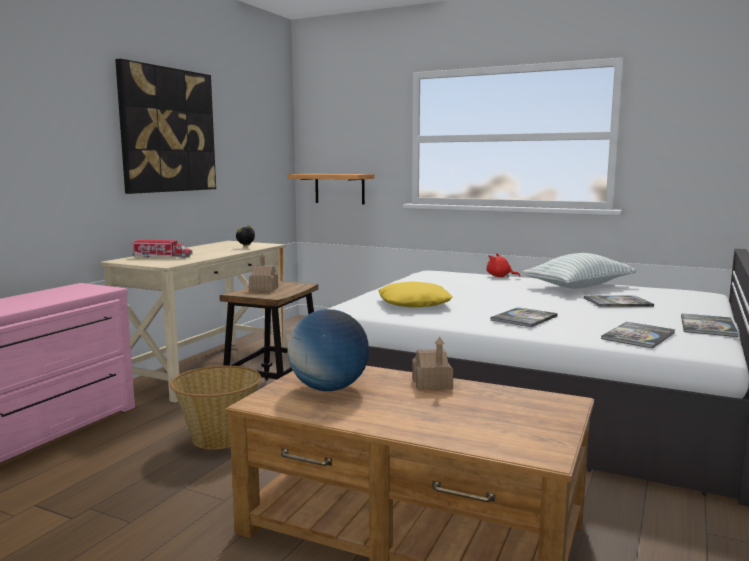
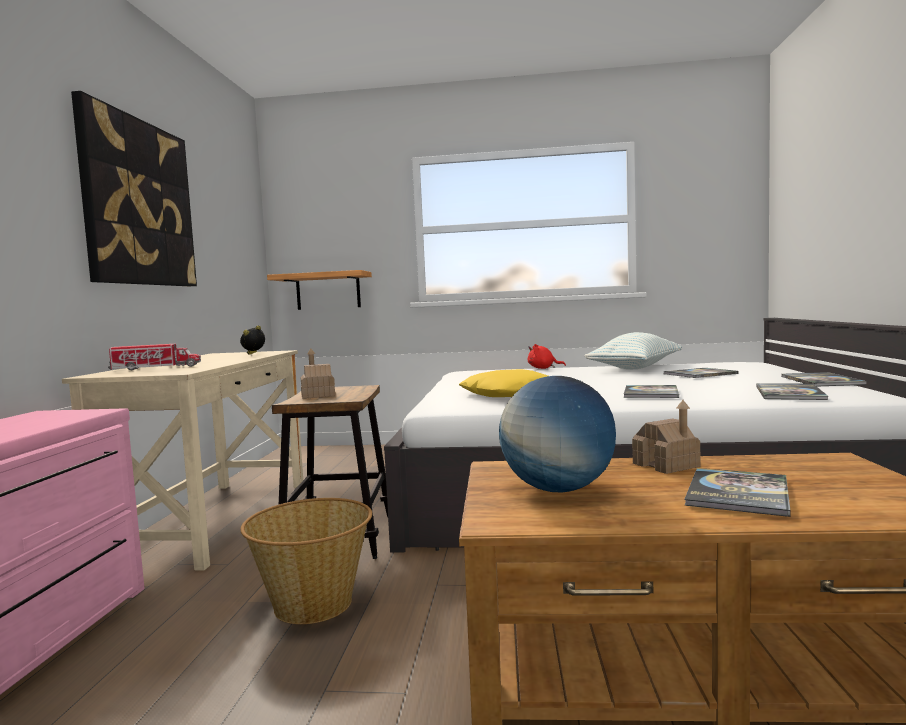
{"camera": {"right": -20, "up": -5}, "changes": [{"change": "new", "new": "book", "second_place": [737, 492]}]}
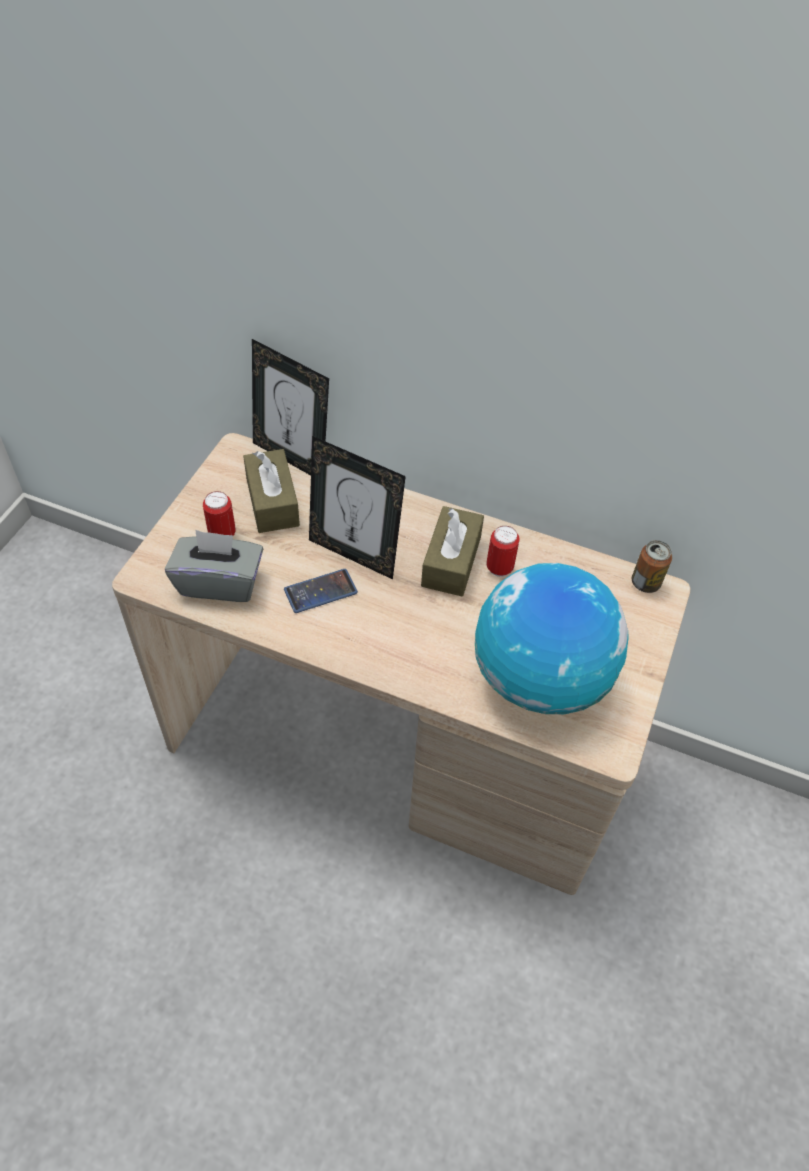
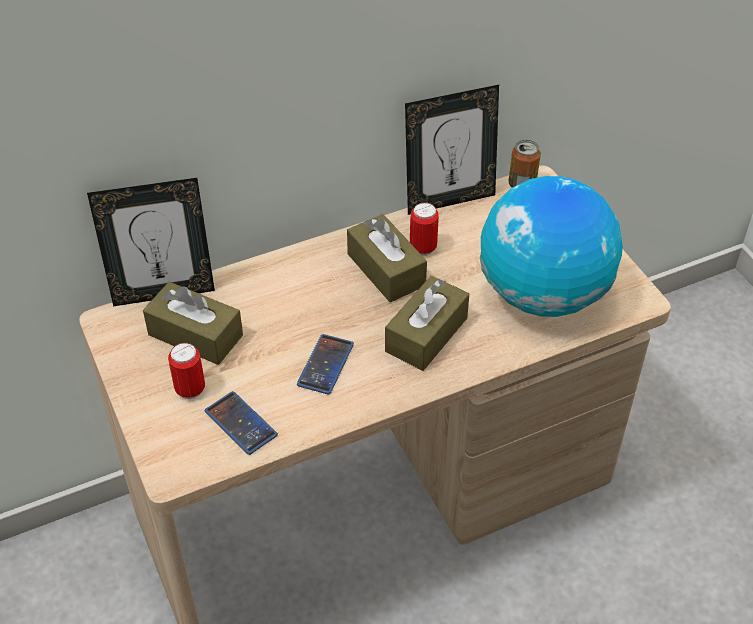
{"camera": {"right": -45, "up": -5}, "changes": [{"change": "new", "new": "brown tissue box", "second_place": [427, 323]}, {"change": "shifted", "old": "picture frame", "first_place": [357, 507], "second_place": [452, 150]}, {"change": "swapped", "old": "grey tissue box", "new": "phone", "first_place": [214, 566], "second_place": [241, 423]}]}
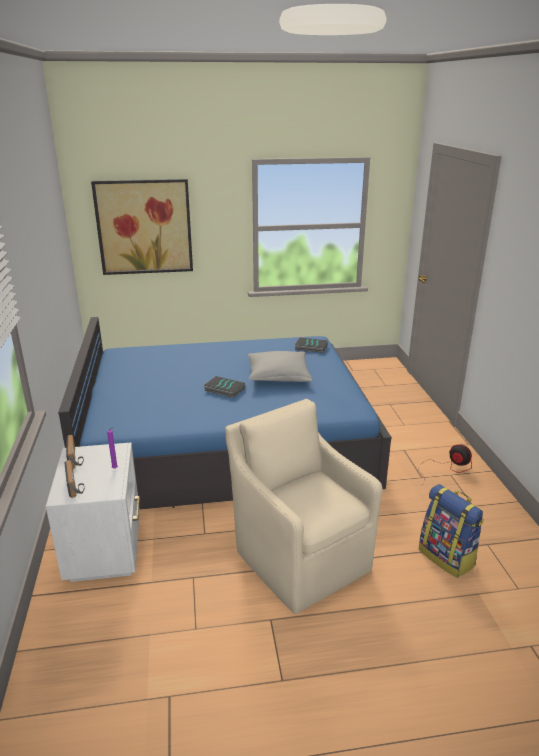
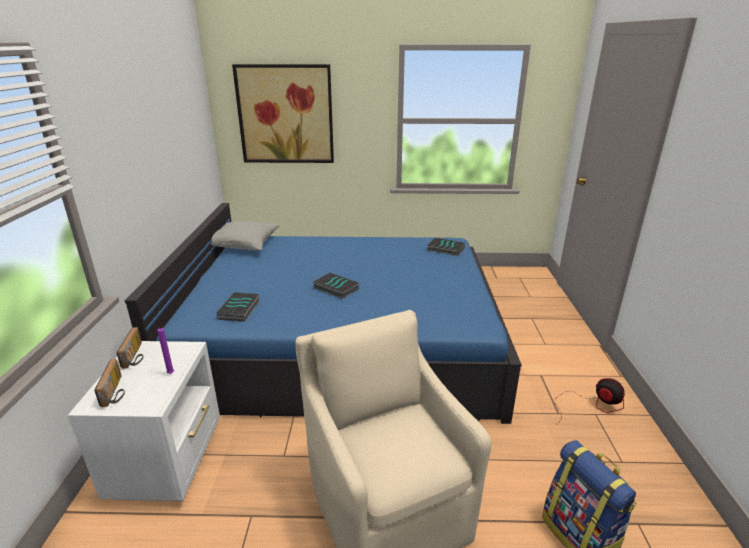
{"camera": {"right": 10, "up": 0}, "changes": [{"change": "new", "new": "book", "second_place": [238, 307]}, {"change": "shifted", "old": "grey pillow", "first_place": [280, 366], "second_place": [245, 235]}]}
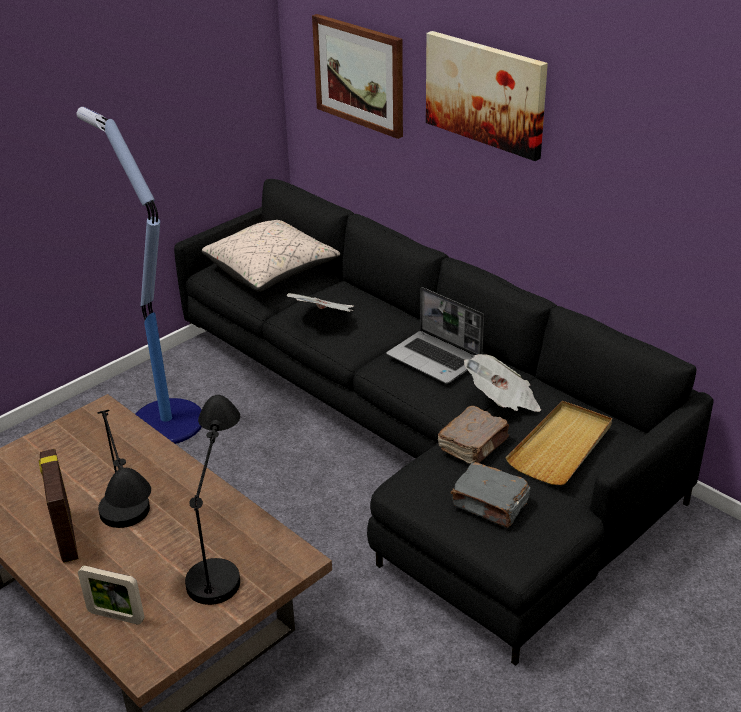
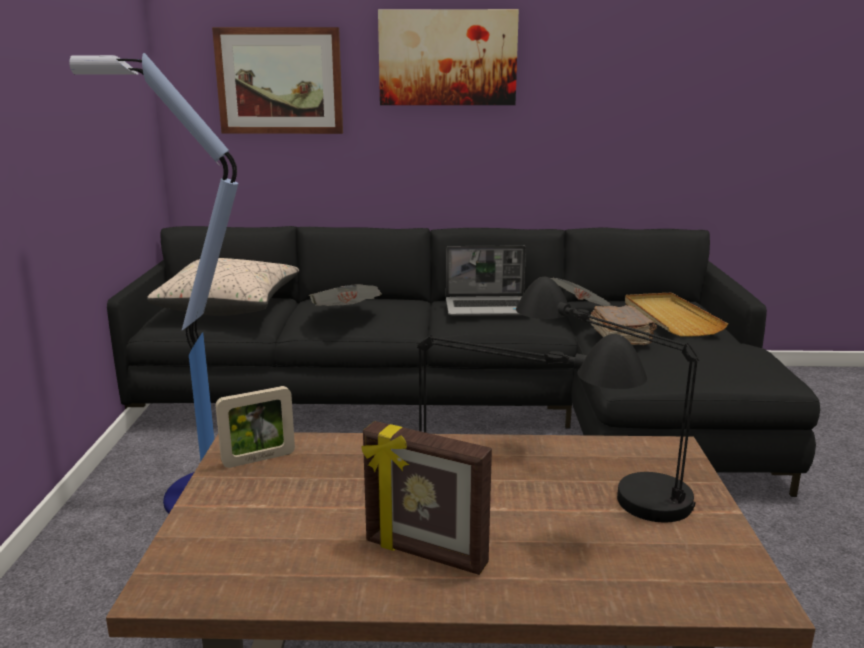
{"camera": {"right": -45, "up": -15}, "changes": [{"change": "gone", "old": "grey book", "first_place": [490, 495]}, {"change": "shifted", "old": "picture frame", "first_place": [111, 595], "second_place": [255, 427]}]}
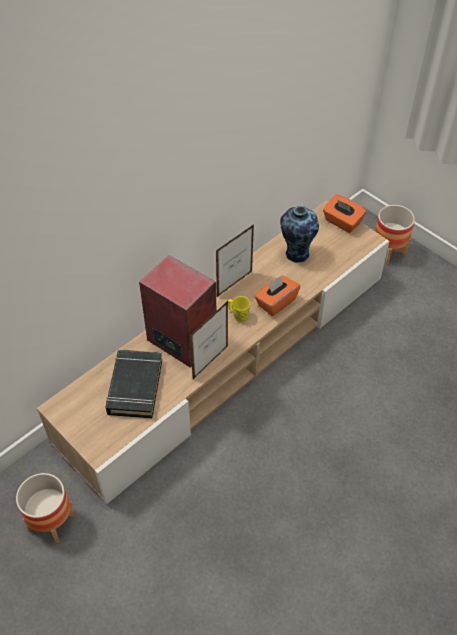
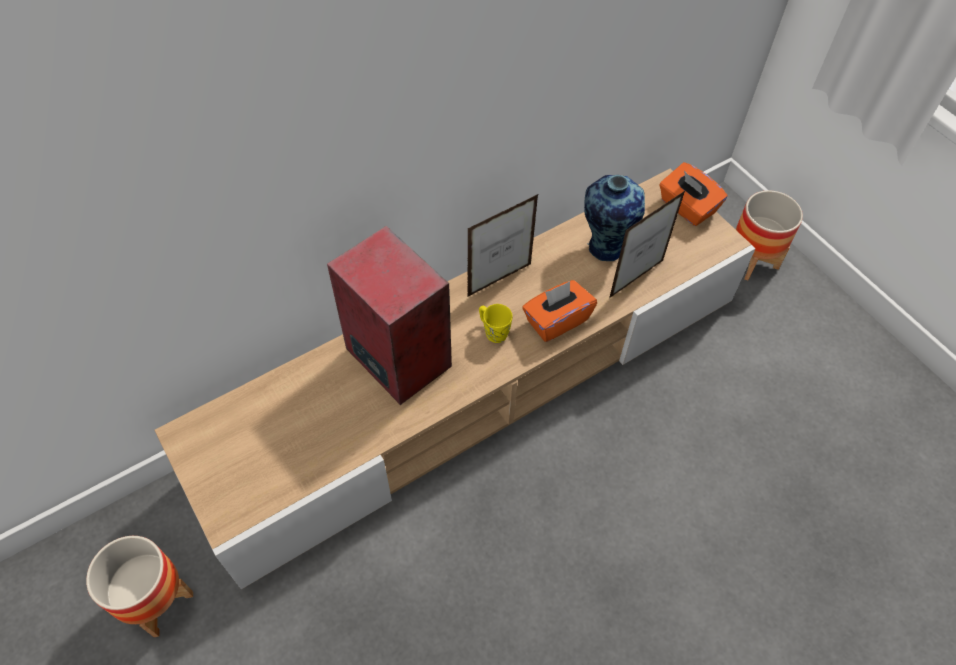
{"camera": {"right": 10, "up": 5}, "changes": [{"change": "gone", "old": "black book", "first_place": [133, 384]}, {"change": "shifted", "old": "picture frame", "first_place": [209, 340], "second_place": [647, 244]}]}
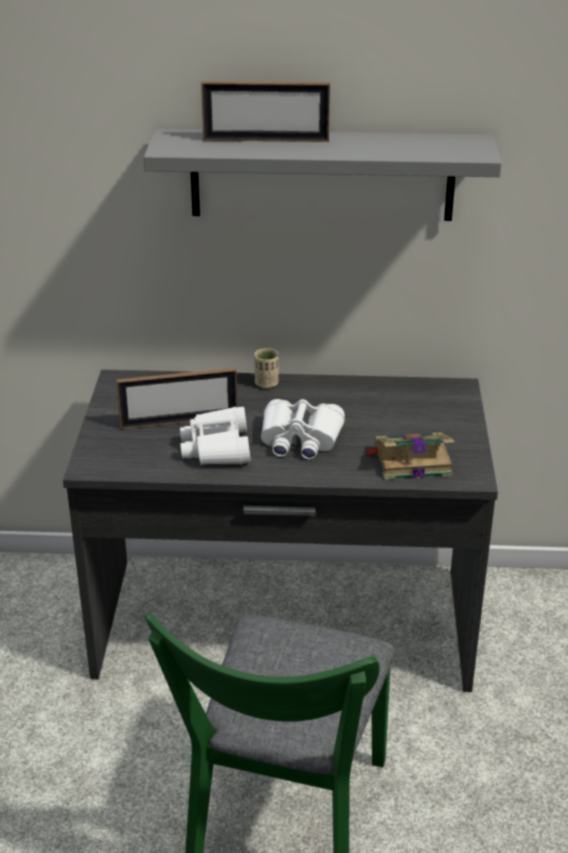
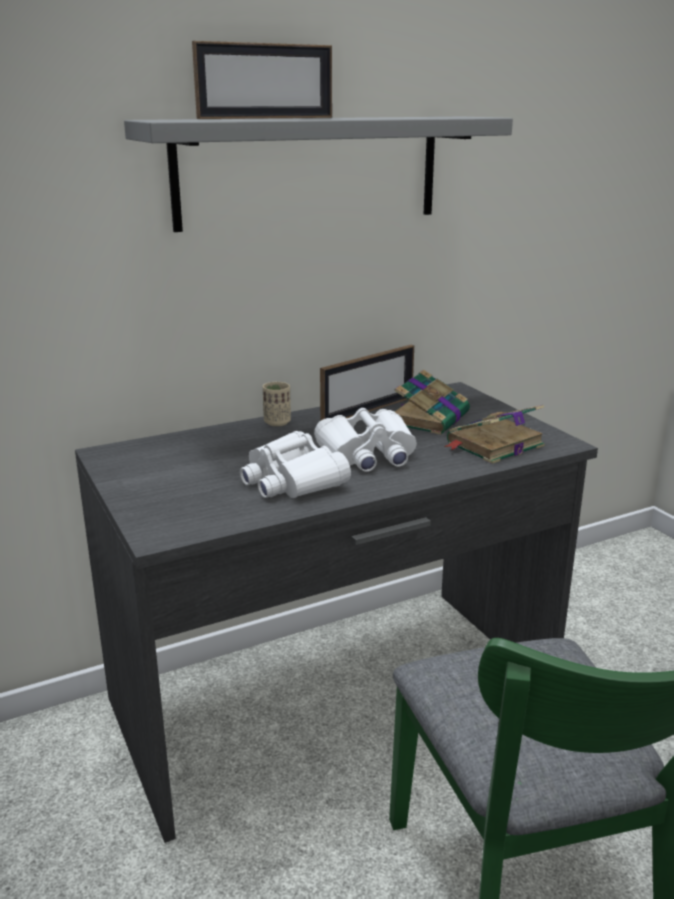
{"camera": {"right": -30, "up": -10}, "changes": [{"change": "new", "new": "book", "second_place": [432, 402]}, {"change": "shifted", "old": "picture frame", "first_place": [176, 398], "second_place": [367, 383]}]}
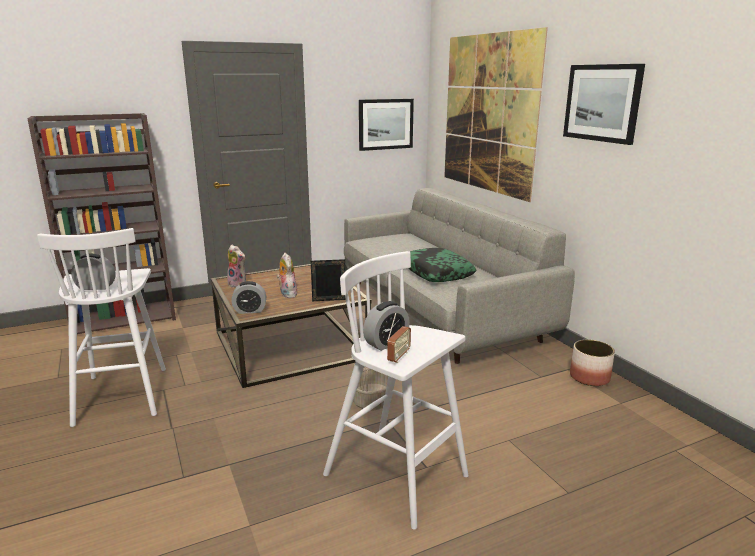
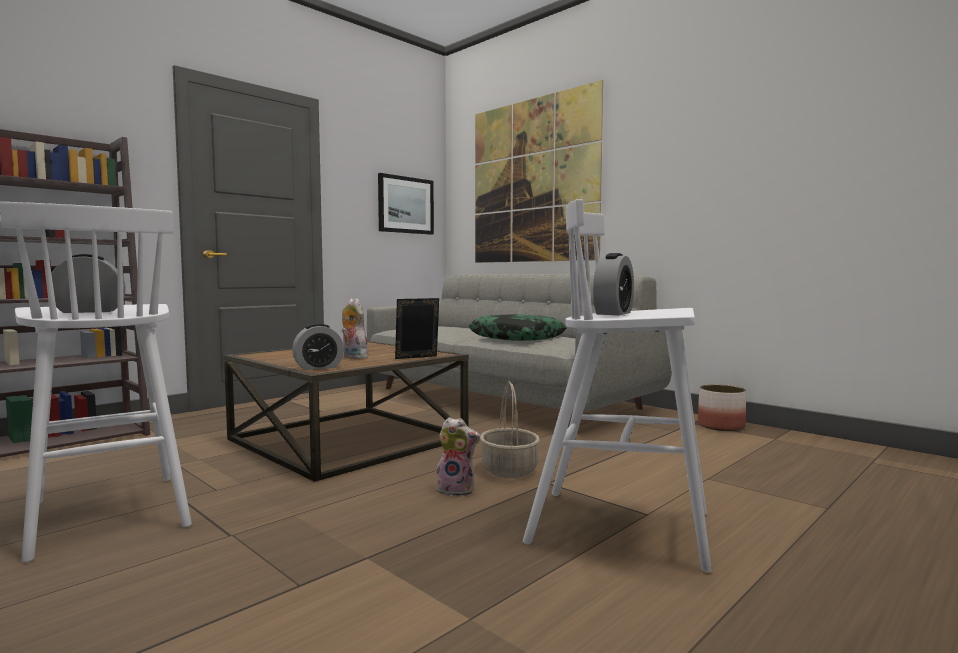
{"camera": {"right": -20, "up": -15}, "changes": [{"change": "gone", "old": "radio", "first_place": [399, 338]}, {"change": "gone", "old": "picture", "first_place": [604, 104]}, {"change": "shifted", "old": "plush toy", "first_place": [236, 266], "second_place": [457, 456]}]}
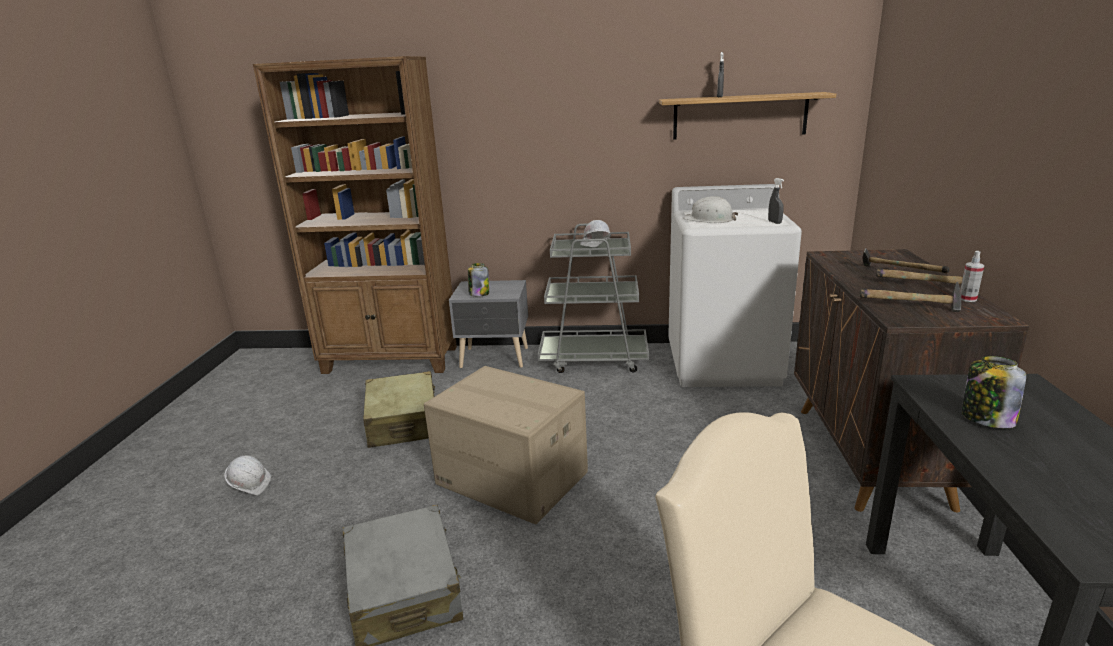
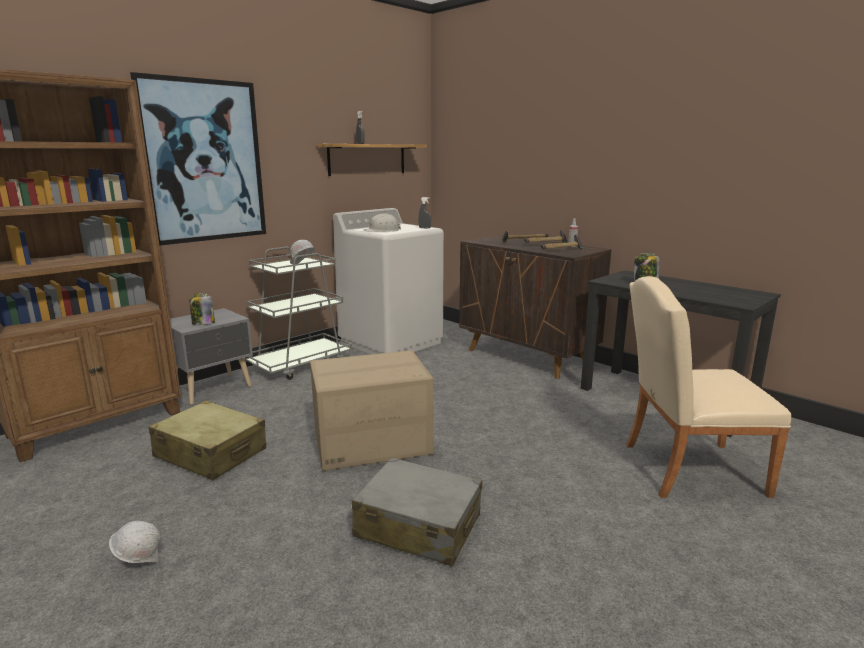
{"camera": {"right": -50, "up": -5}, "changes": [{"change": "new", "new": "picture", "second_place": [198, 159]}]}
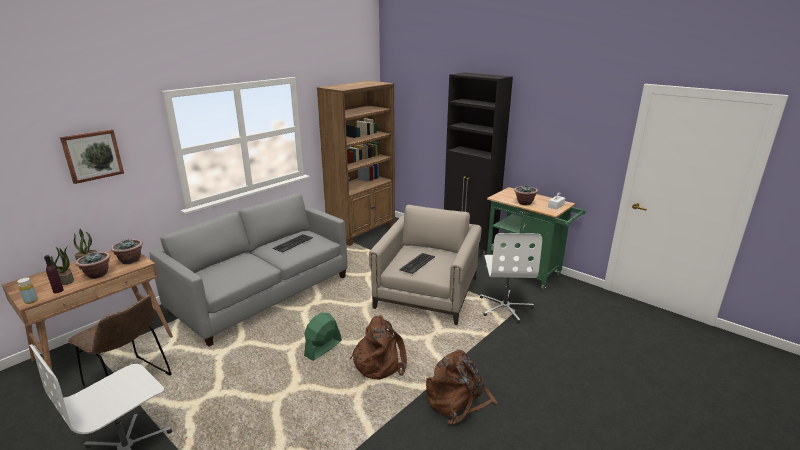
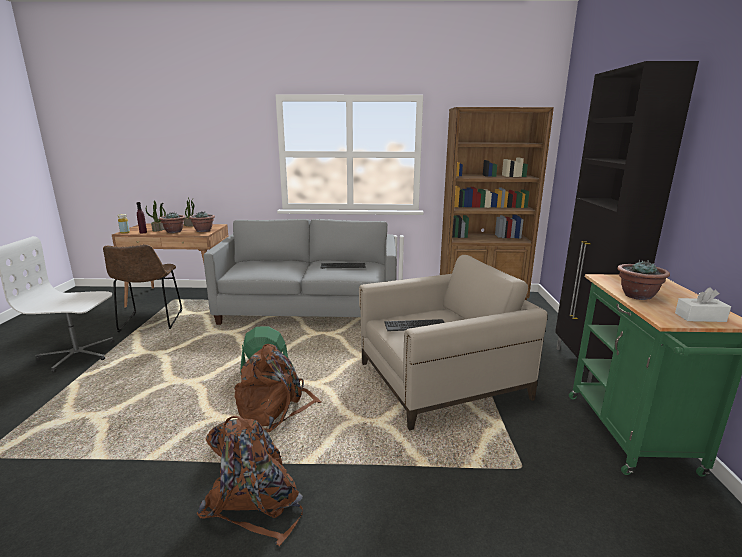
{"camera": {"right": 50, "up": -5}, "changes": [{"change": "gone", "old": "picture", "first_place": [92, 156]}, {"change": "gone", "old": "white office chair", "first_place": [511, 278]}]}
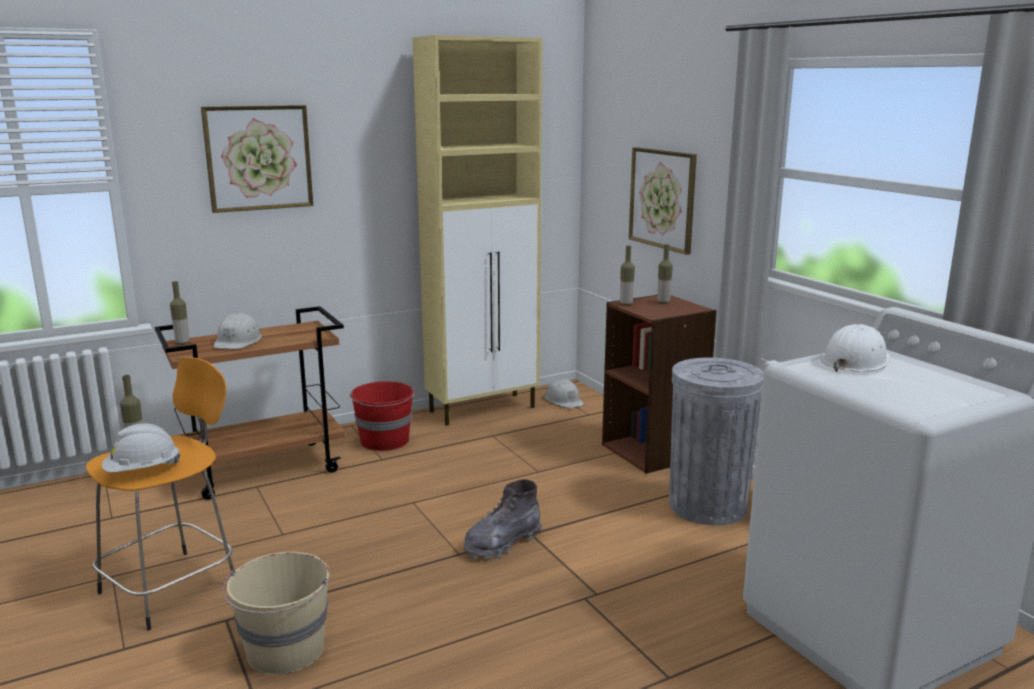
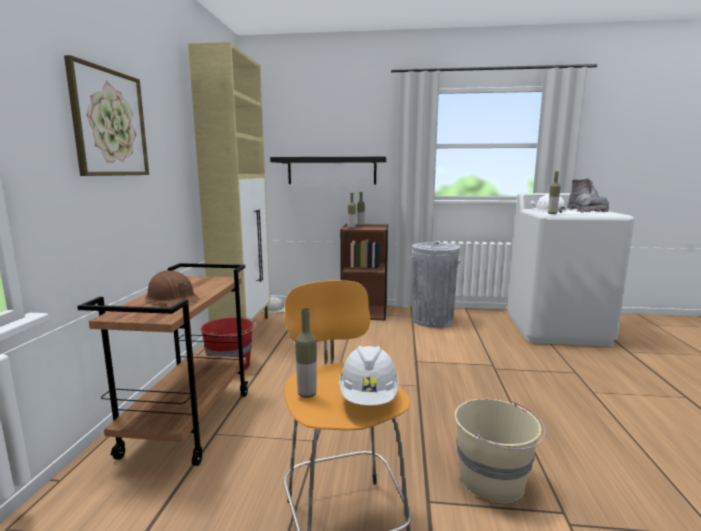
{"camera": {"right": -55, "up": -5}, "changes": [{"change": "shifted", "old": "bottle", "first_place": [179, 313], "second_place": [554, 192]}, {"change": "shifted", "old": "grey boot", "first_place": [502, 519], "second_place": [588, 195]}, {"change": "swapped", "old": "picture", "new": "black shelf", "first_place": [663, 201], "second_place": [328, 170]}, {"change": "repainted", "old": "white hard hat", "new": "brown hard hat", "first_place": [237, 331], "second_place": [172, 287]}]}
